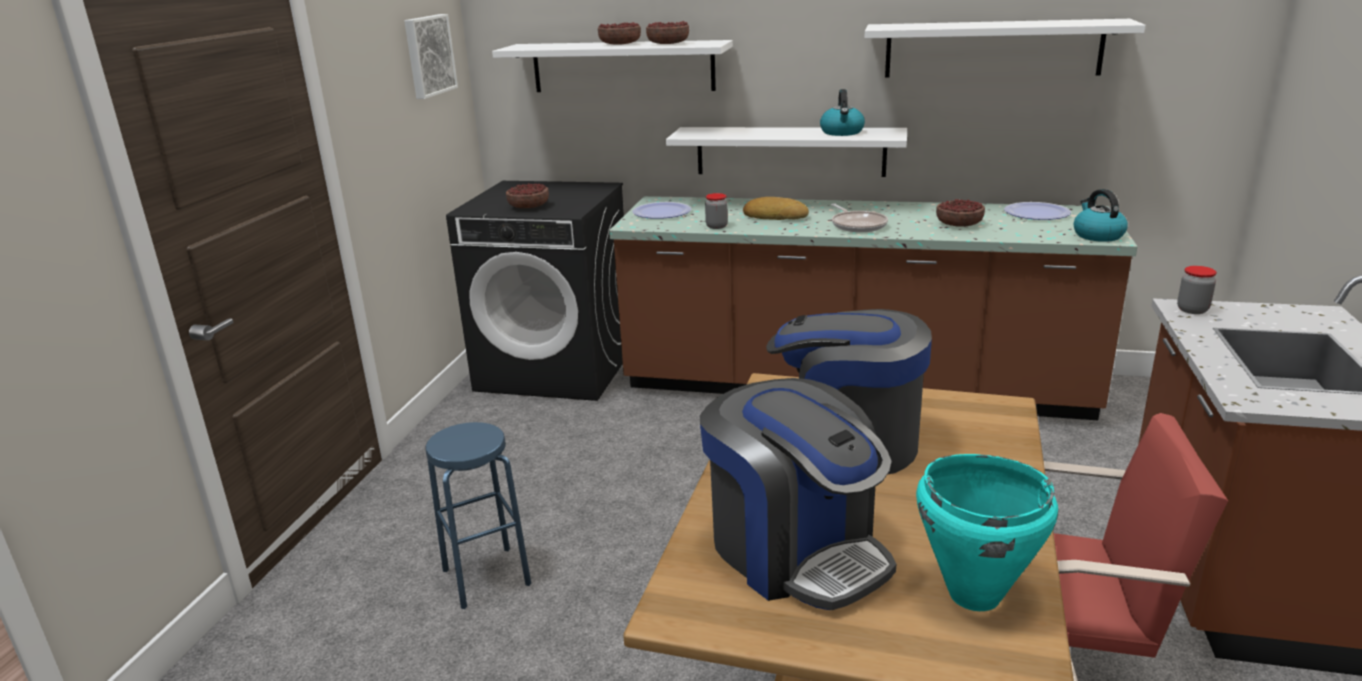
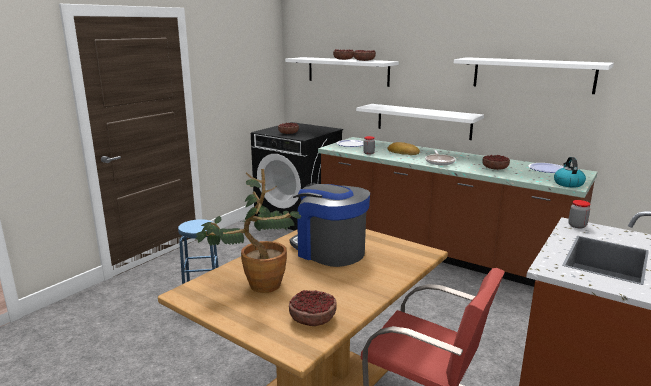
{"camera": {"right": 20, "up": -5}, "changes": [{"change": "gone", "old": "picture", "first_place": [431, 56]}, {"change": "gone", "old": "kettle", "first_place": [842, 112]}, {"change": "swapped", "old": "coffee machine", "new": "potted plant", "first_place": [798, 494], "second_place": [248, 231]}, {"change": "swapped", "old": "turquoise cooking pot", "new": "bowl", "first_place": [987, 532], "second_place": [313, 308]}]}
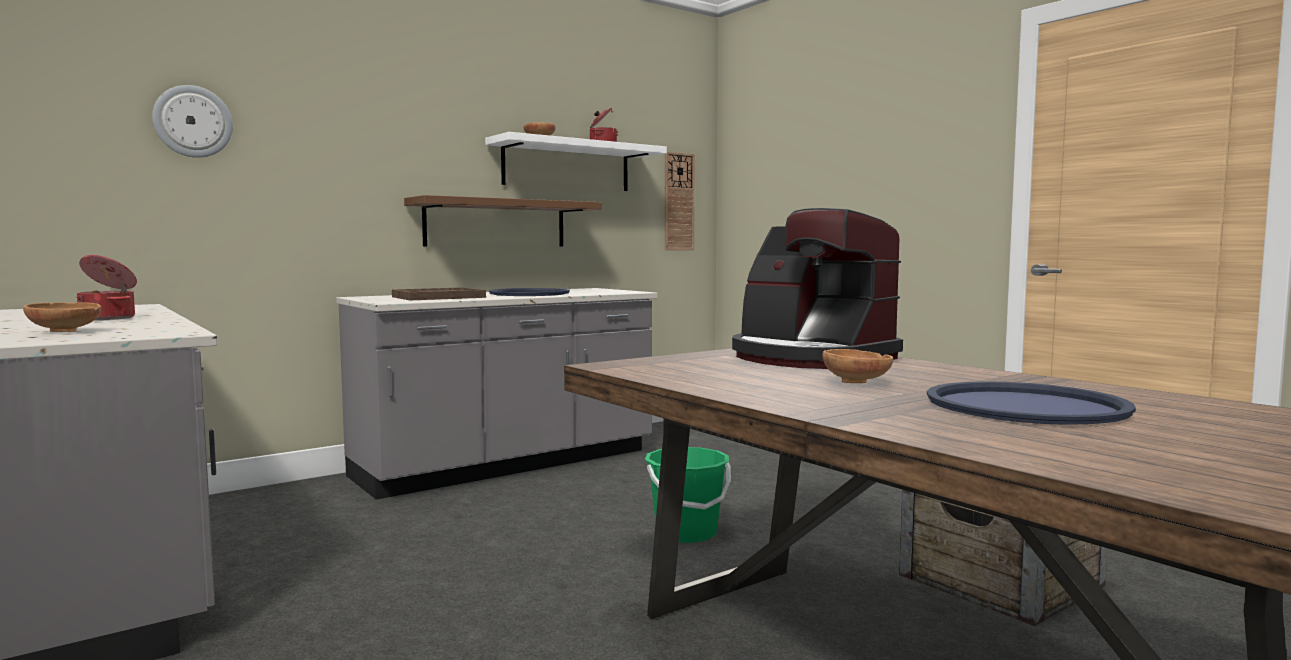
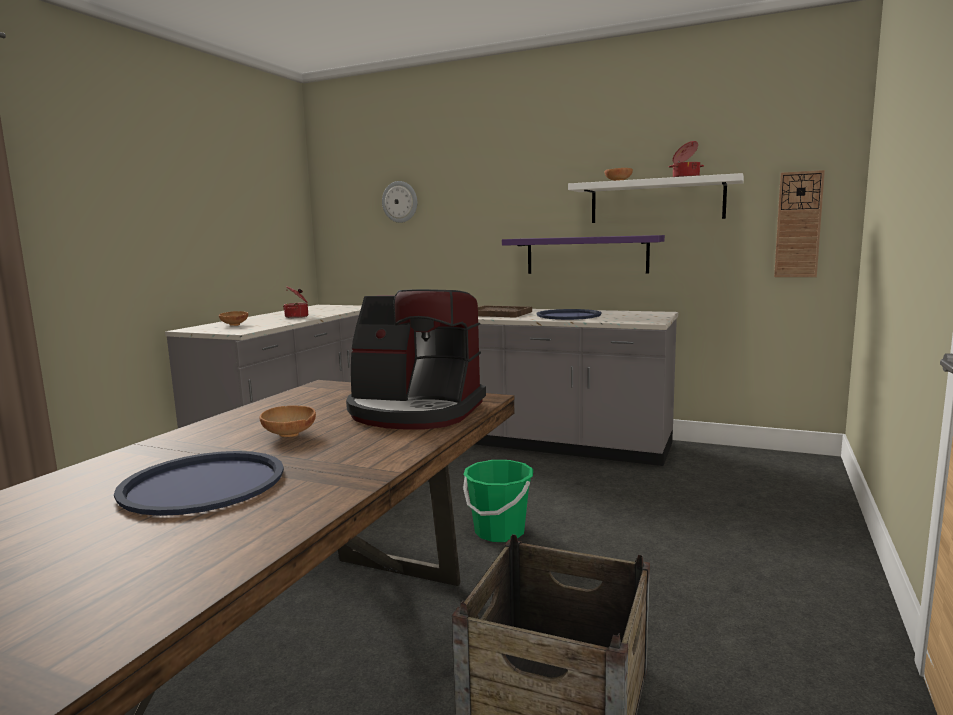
{"camera": {"right": 60, "up": 5}, "changes": [{"change": "repainted", "old": "brown shelf", "new": "purple shelf", "first_place": [503, 221], "second_place": [583, 254]}, {"change": "rotated", "old": "coffee machine", "first_place": [817, 288], "second_place": [416, 359], "degrees": -90}]}
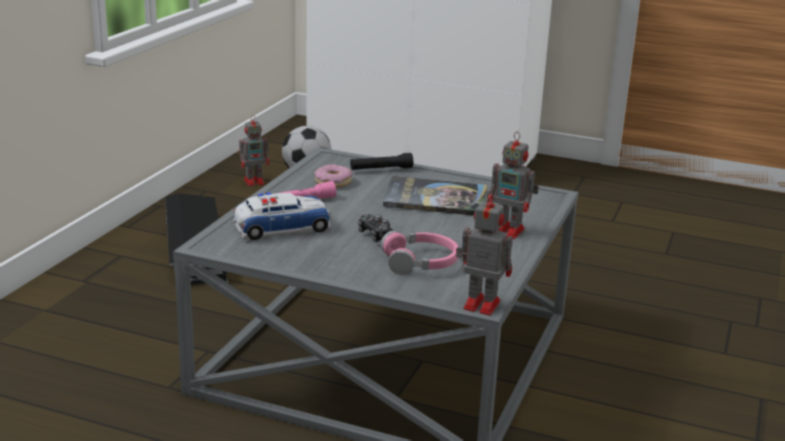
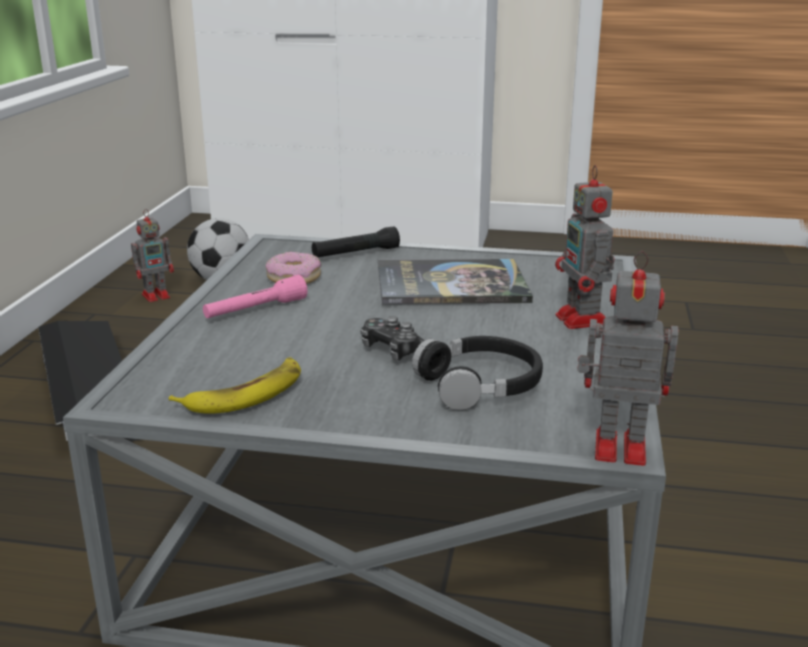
{"camera": {"right": -10, "up": 0}, "changes": [{"change": "gone", "old": "toy car", "first_place": [282, 216]}, {"change": "new", "new": "banana", "second_place": [235, 385]}, {"change": "repainted", "old": "pink headphones", "new": "black headphones", "first_place": [419, 253], "second_place": [477, 373]}, {"change": "rotated", "old": "toy robot", "first_place": [513, 185], "second_place": [585, 247], "degrees": 60}]}
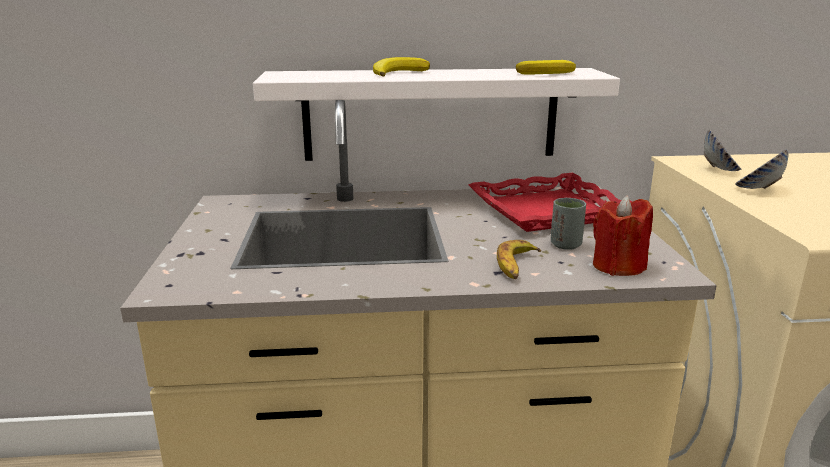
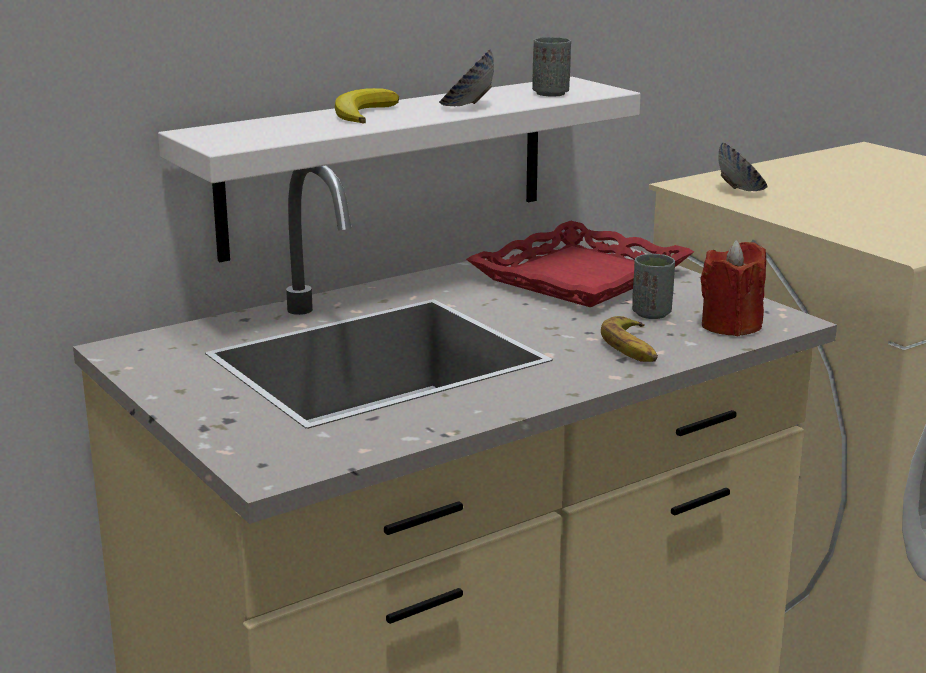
{"camera": {"right": -30, "up": 0}, "changes": [{"change": "shifted", "old": "bowl", "first_place": [761, 169], "second_place": [466, 77]}, {"change": "swapped", "old": "banana", "new": "grey cup", "first_place": [546, 67], "second_place": [551, 67]}]}
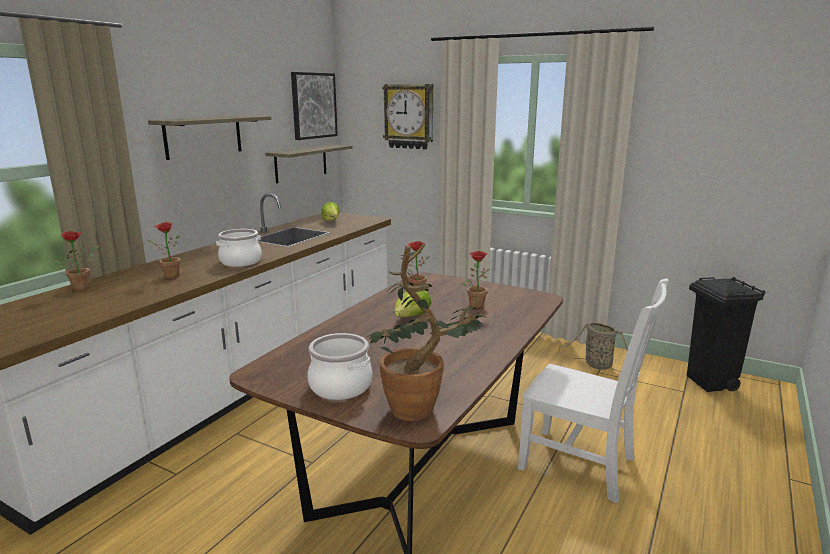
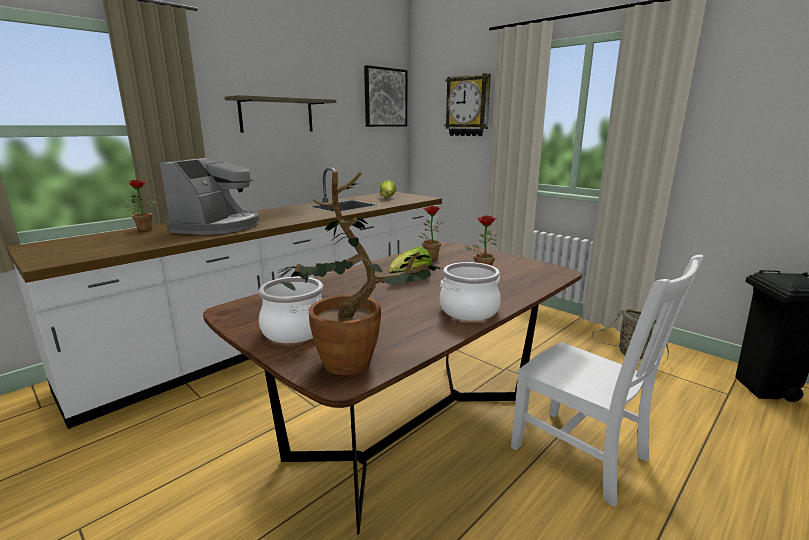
{"camera": {"right": 15, "up": 0}, "changes": [{"change": "gone", "old": "shelf", "first_place": [309, 163]}, {"change": "shifted", "old": "cooking pot", "first_place": [239, 248], "second_place": [470, 291]}, {"change": "swapped", "old": "potted plant", "new": "coffee machine", "first_place": [164, 250], "second_place": [209, 196]}]}
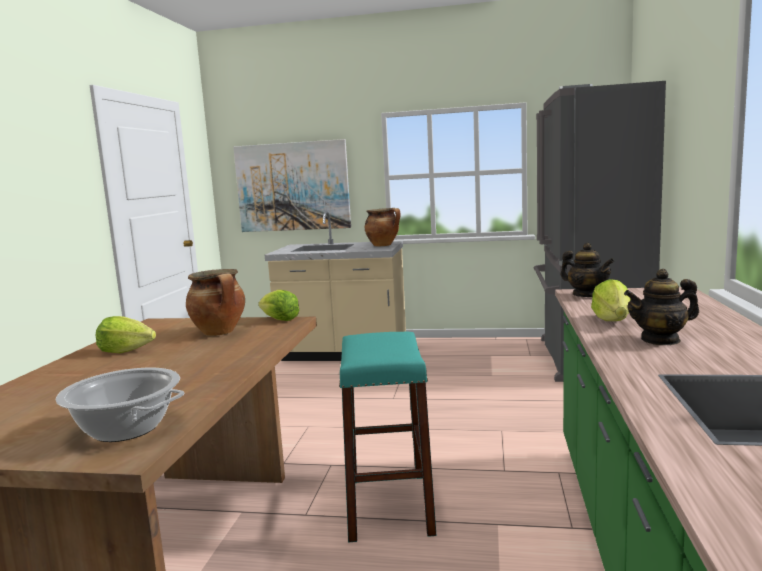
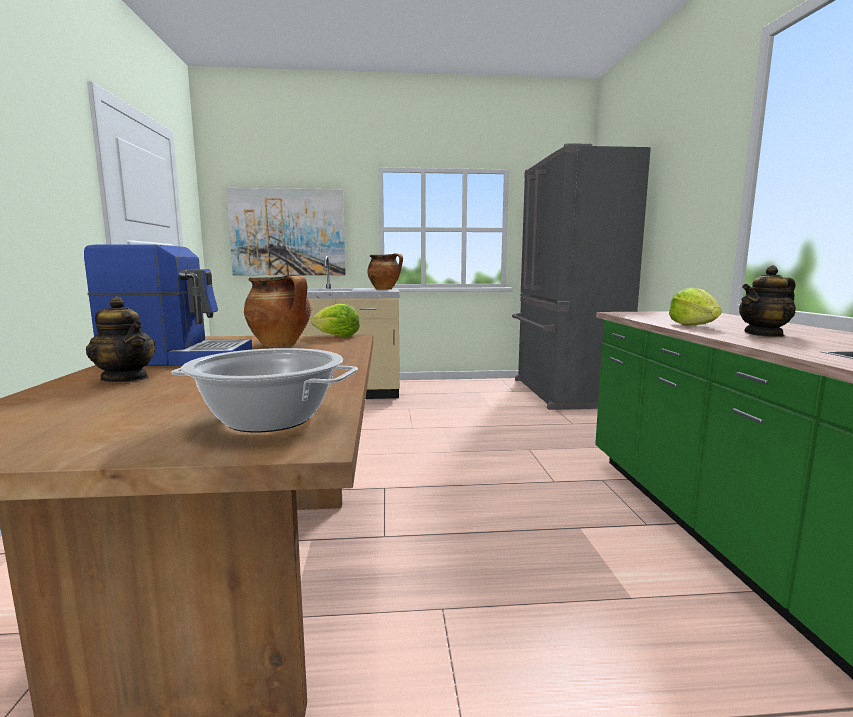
{"camera": {"right": -15, "up": 0}, "changes": [{"change": "gone", "old": "turquoise stool", "first_place": [388, 437]}, {"change": "shifted", "old": "teapot", "first_place": [587, 270], "second_place": [121, 339]}, {"change": "swapped", "old": "lettuce", "new": "coffee machine", "first_place": [126, 334], "second_place": [168, 305]}]}
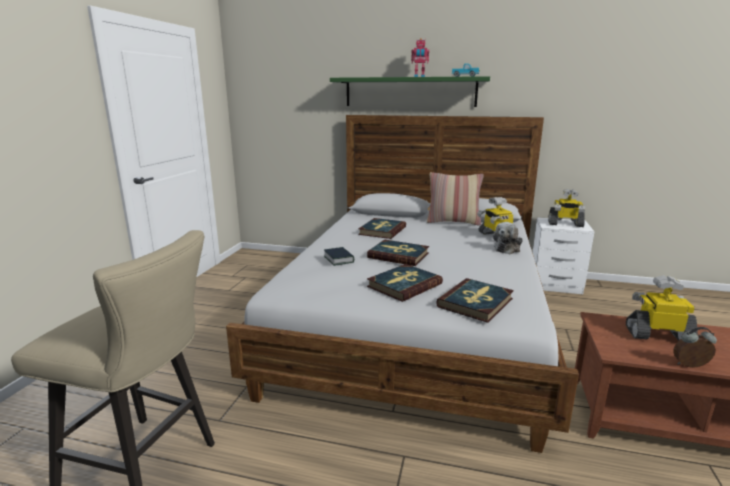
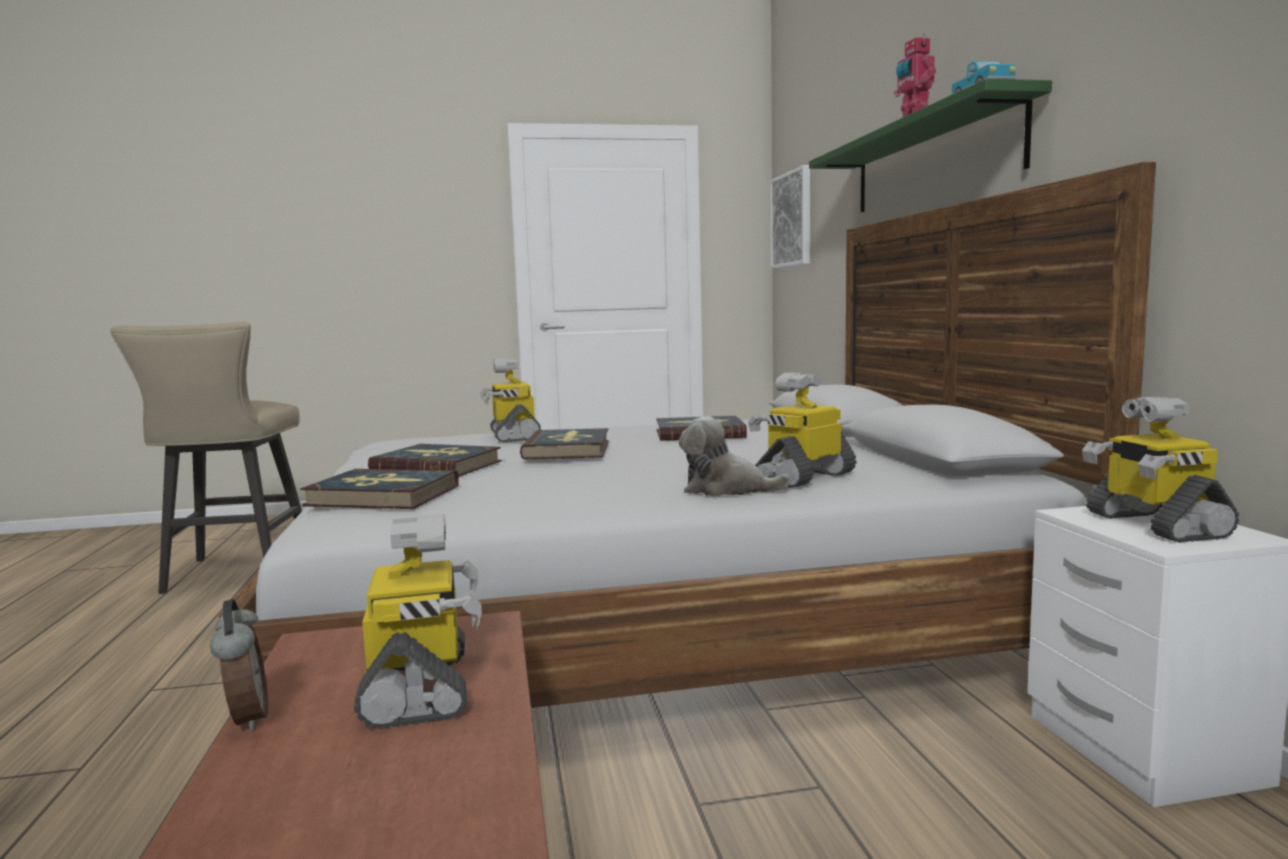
{"camera": {"right": 65, "up": -10}, "changes": [{"change": "gone", "old": "pillow", "first_place": [455, 199]}, {"change": "new", "new": "picture", "second_place": [790, 217]}, {"change": "swapped", "old": "book", "new": "toy robot", "first_place": [339, 256], "second_place": [510, 400]}]}
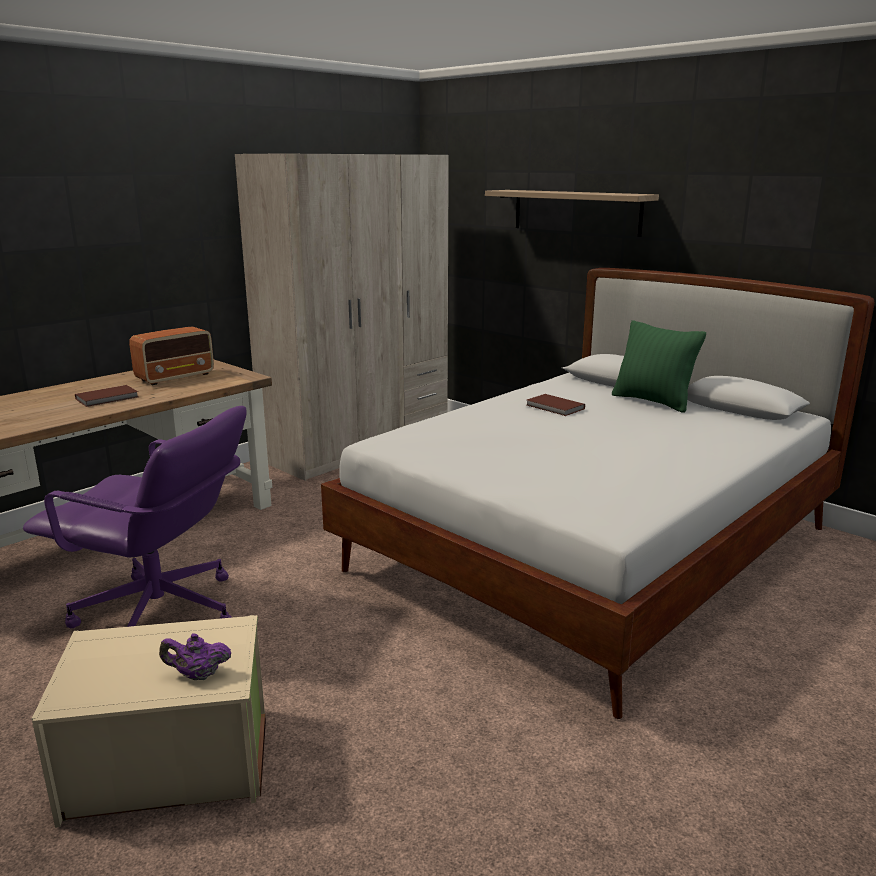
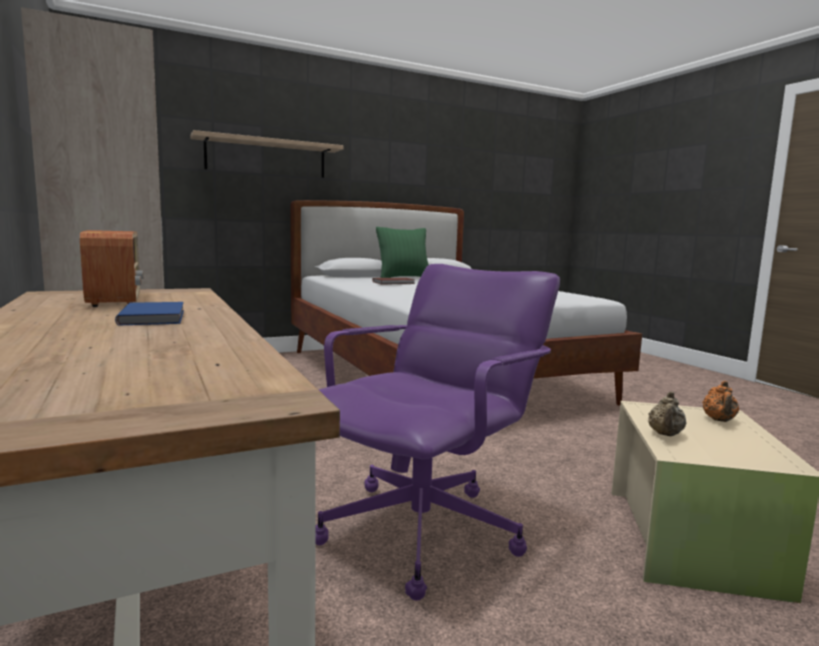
{"camera": {"right": -70, "up": -10}, "changes": [{"change": "new", "new": "beige teapot", "second_place": [667, 414]}, {"change": "repainted", "old": "brown book", "new": "blue book", "first_place": [106, 396], "second_place": [149, 313]}, {"change": "repainted", "old": "purple teapot", "new": "orange teapot", "first_place": [195, 657], "second_place": [720, 401]}]}
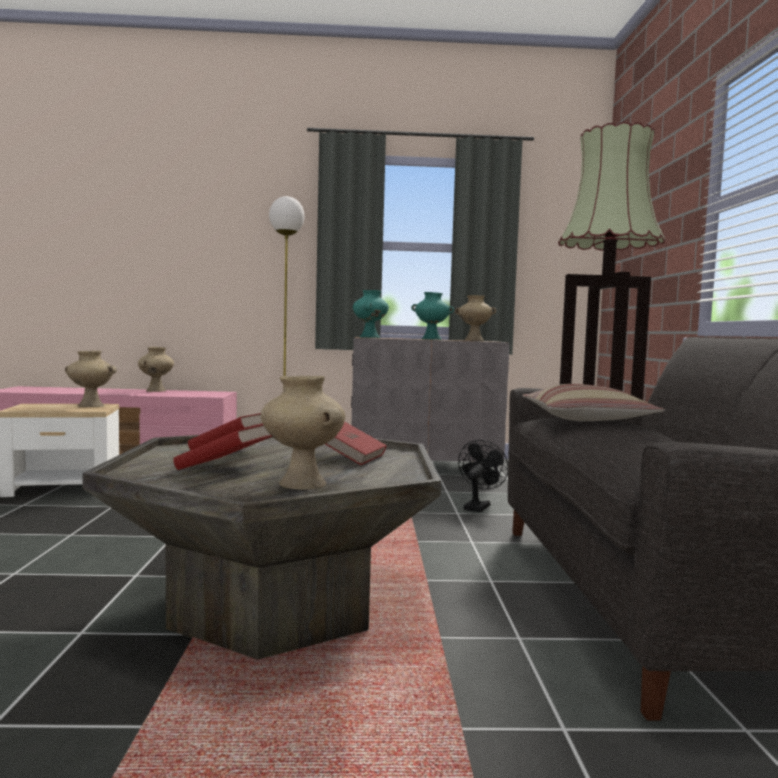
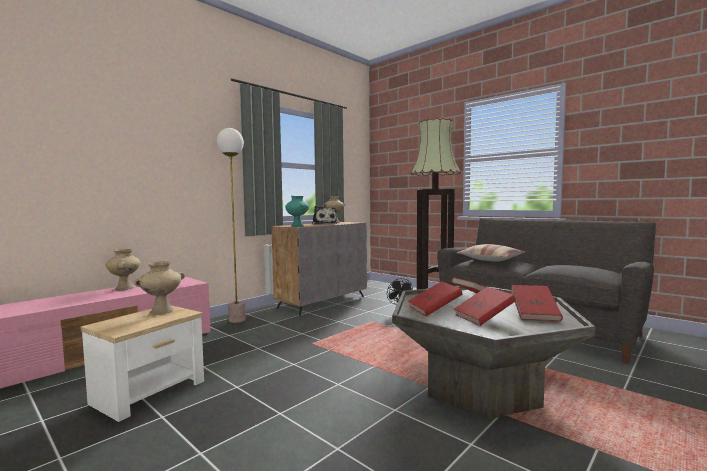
{"camera": {"right": -45, "up": 0}, "changes": [{"change": "swapped", "old": "beige vase", "new": "red book", "first_place": [303, 433], "second_place": [536, 303]}, {"change": "swapped", "old": "turquoise vase", "new": "plush toy", "first_place": [432, 316], "second_place": [324, 215]}]}
